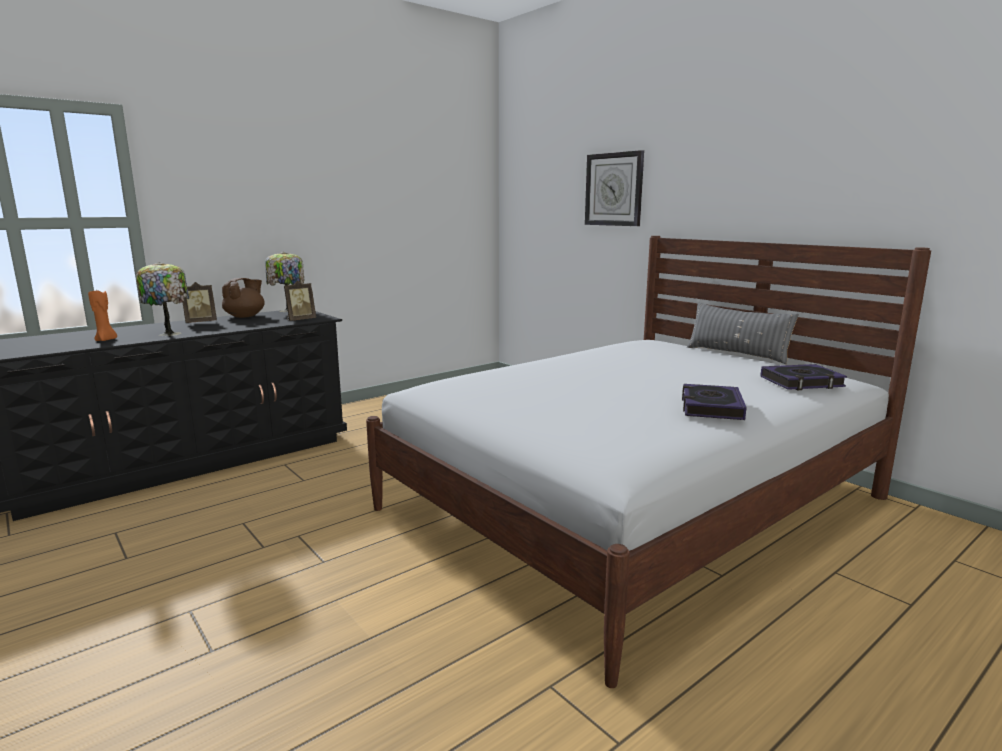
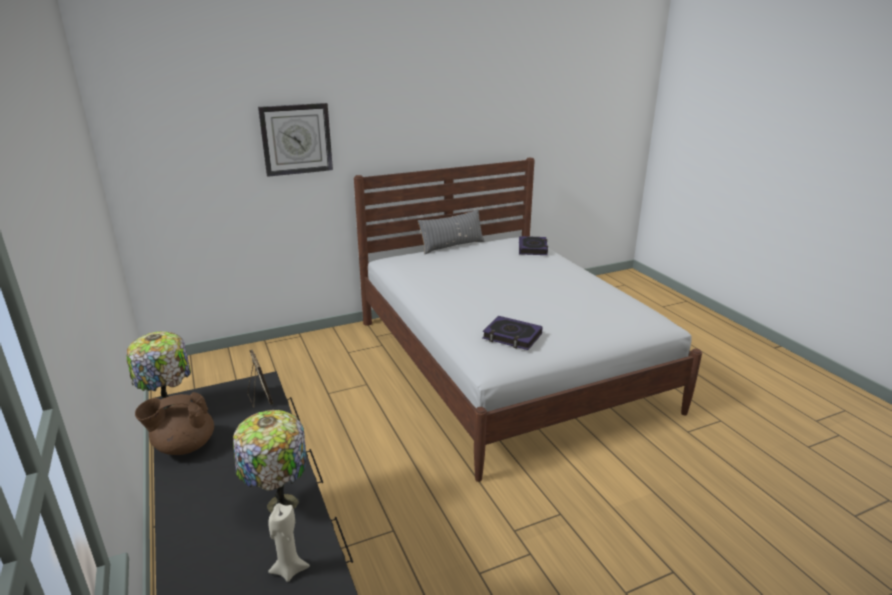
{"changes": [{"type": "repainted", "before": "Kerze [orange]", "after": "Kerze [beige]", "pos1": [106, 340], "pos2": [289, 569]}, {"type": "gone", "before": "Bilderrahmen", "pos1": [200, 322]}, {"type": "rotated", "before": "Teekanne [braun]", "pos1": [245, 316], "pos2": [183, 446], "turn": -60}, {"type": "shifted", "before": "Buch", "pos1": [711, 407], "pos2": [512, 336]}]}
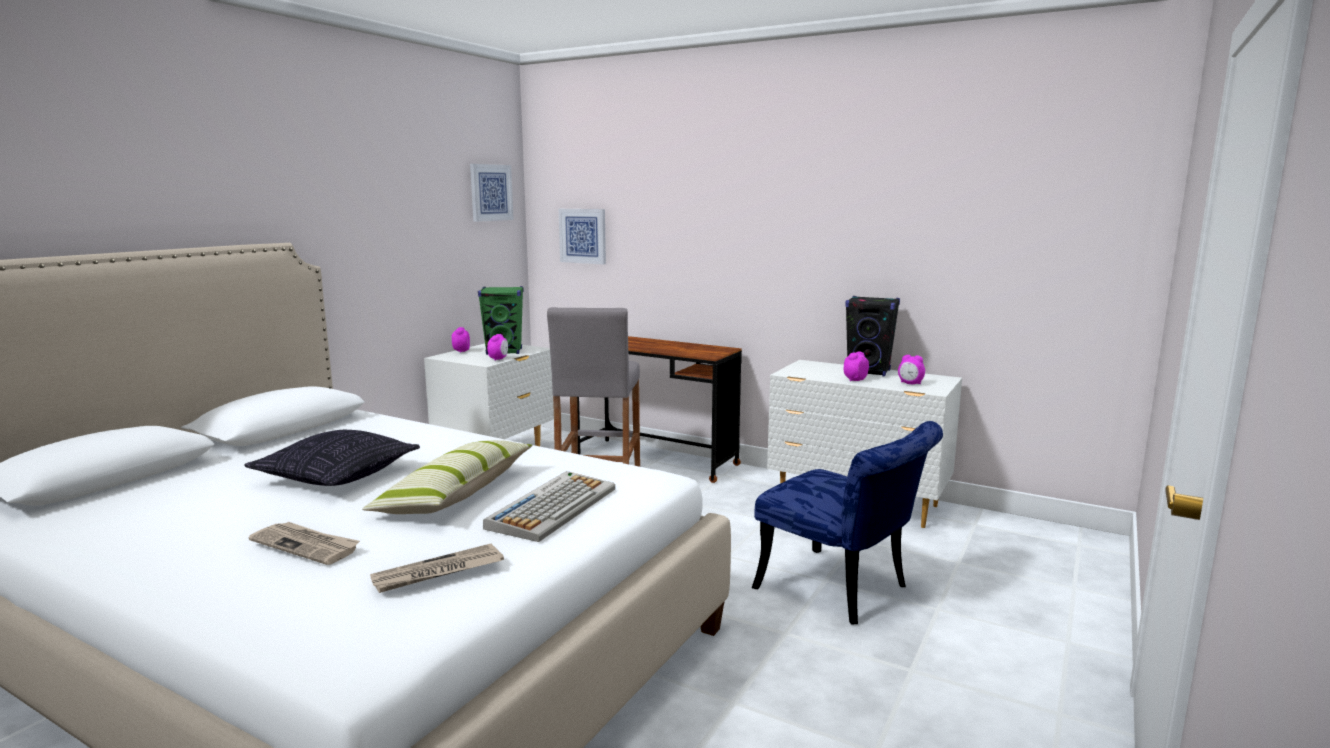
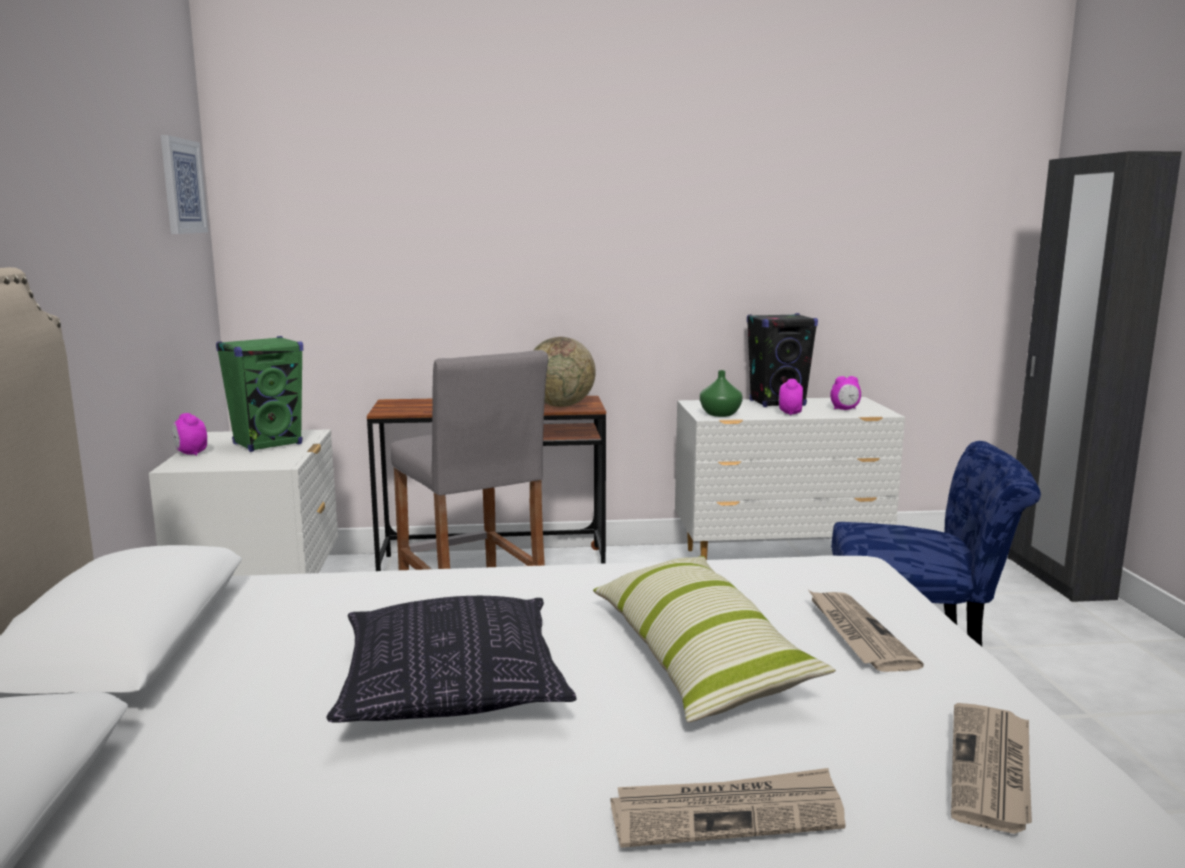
{"changes": [{"type": "swapped", "before": "Tastatur", "after": "Zeitung", "pos1": [553, 507], "pos2": [857, 634]}, {"type": "gone", "before": "Wecker", "pos1": [498, 359]}, {"type": "gone", "before": "Bild", "pos1": [583, 236]}, {"type": "new", "after": "Globus", "pos2": [561, 405]}, {"type": "new", "after": "Vase [grün]", "pos2": [720, 414]}, {"type": "new", "after": "Kleiderschrank [schwarz]", "pos2": [1057, 578]}]}
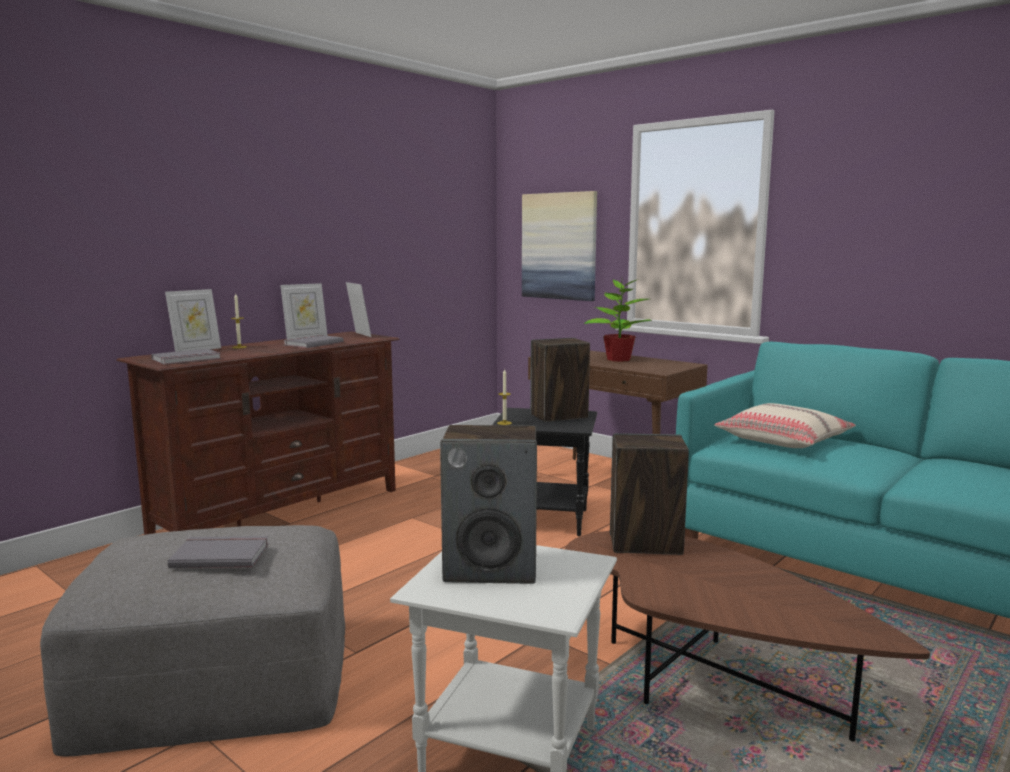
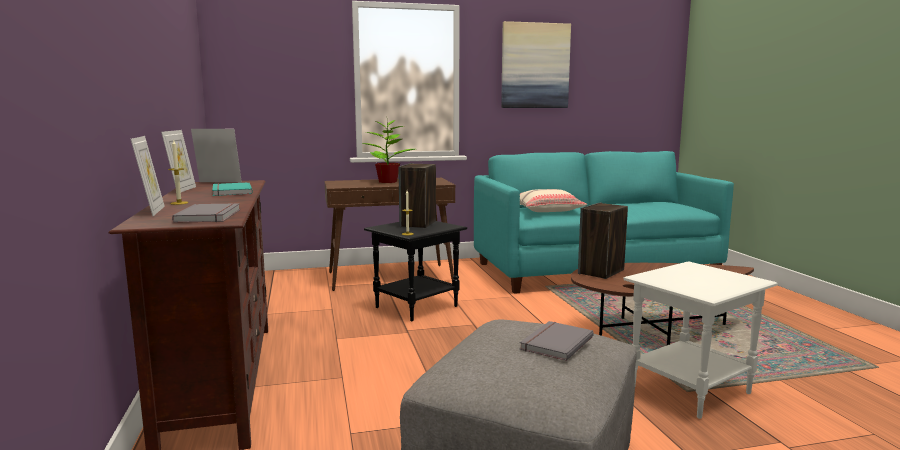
{"changes": [{"type": "repainted", "before": "Buch [grau]", "after": "Buch [türkis]", "pos1": [312, 344], "pos2": [230, 191]}, {"type": "gone", "before": "Lautsprecher", "pos1": [491, 568]}, {"type": "shifted", "before": "Bild", "pos1": [559, 246], "pos2": [535, 66]}]}
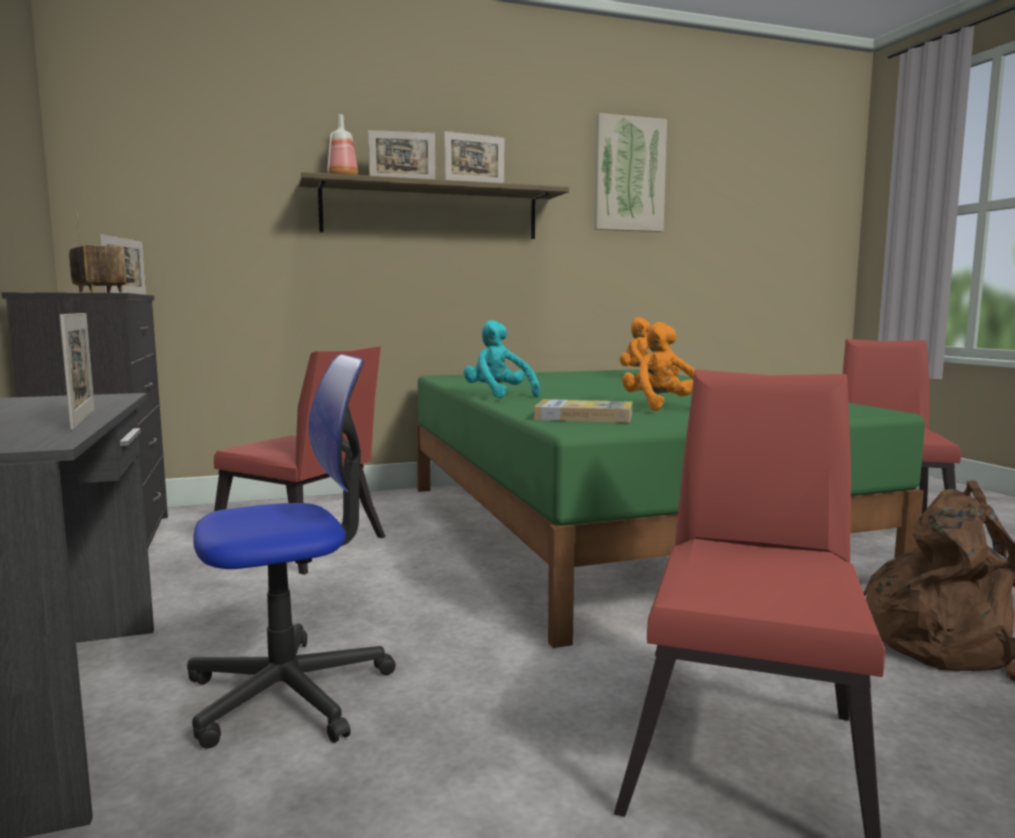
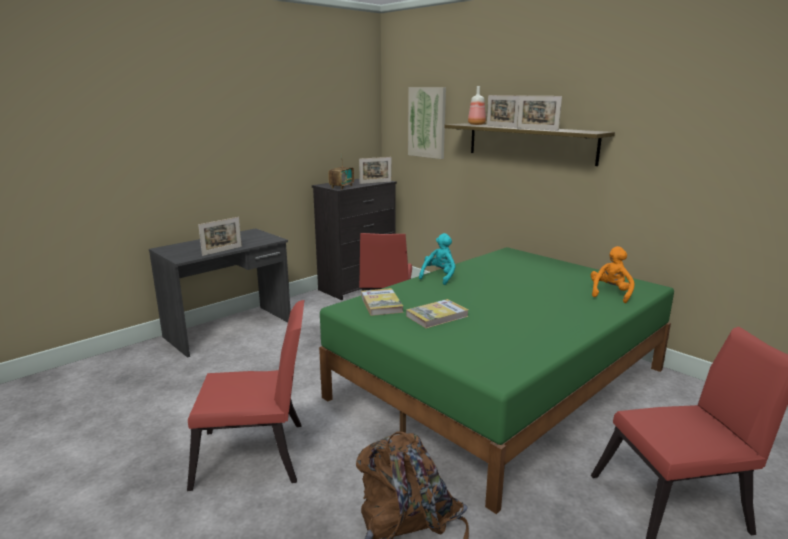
{"changes": [{"type": "gone", "before": "Bürostuhl", "pos1": [289, 692]}, {"type": "shifted", "before": "Bild", "pos1": [628, 175], "pos2": [427, 122]}, {"type": "swapped", "before": "Plüschtier [orange]", "after": "Buch", "pos1": [661, 407], "pos2": [437, 316]}]}
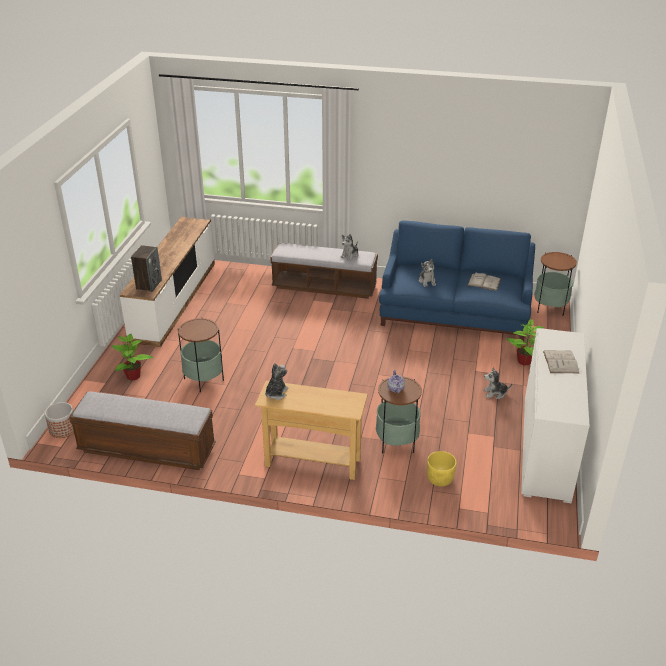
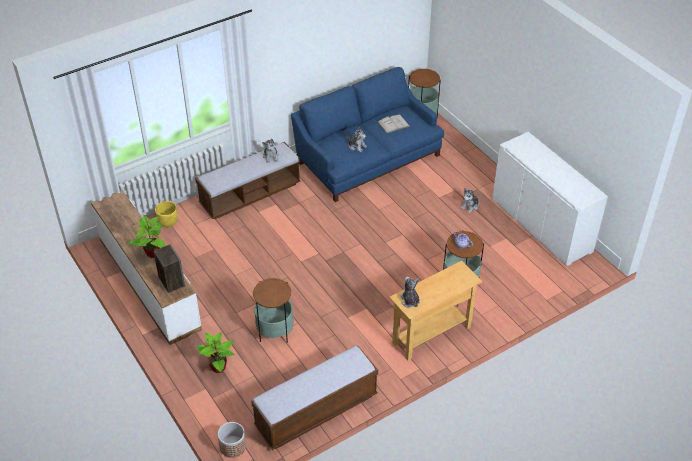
{"changes": [{"type": "shifted", "before": "Pflanzkübel [gelb]", "pos1": [440, 479], "pos2": [168, 222]}, {"type": "shifted", "before": "Topfpflanze", "pos1": [524, 361], "pos2": [153, 253]}, {"type": "gone", "before": "Buch [weiß]", "pos1": [560, 362]}]}
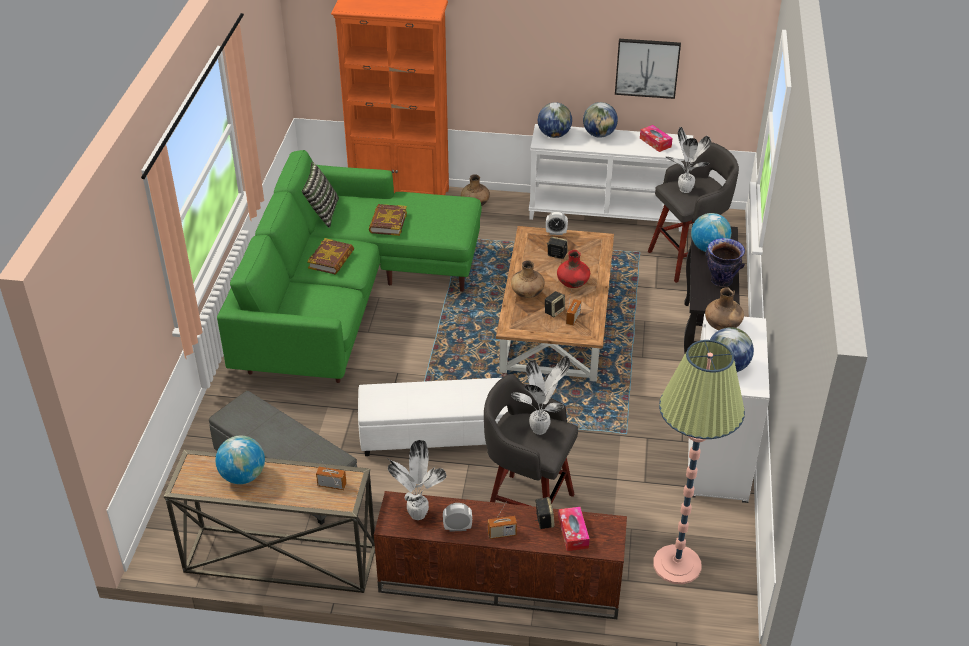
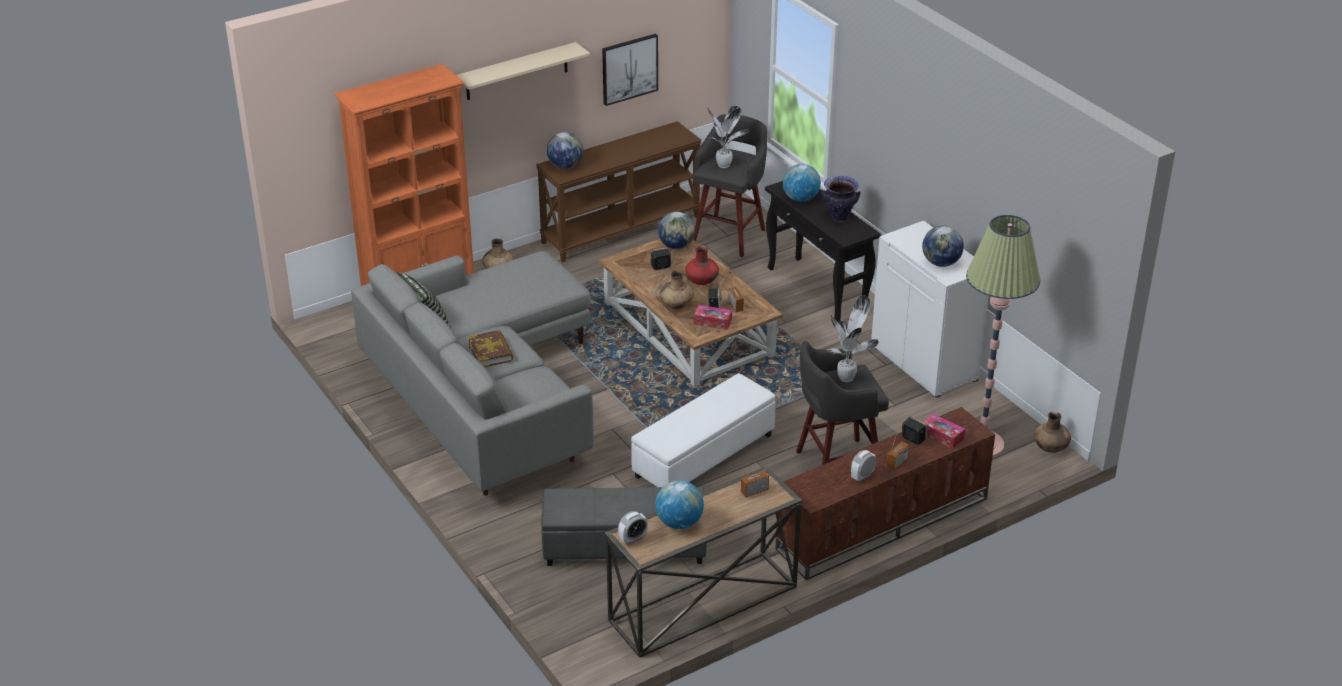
{"changes": [{"type": "repainted", "before": "Sofa [grün]", "after": "Sofa [grau]", "pos1": [345, 298], "pos2": [486, 397]}, {"type": "gone", "before": "Buch", "pos1": [388, 223]}, {"type": "gone", "before": "Topfpflanze", "pos1": [416, 515]}, {"type": "repainted", "before": "Konsolentisch [weiß]", "after": "Konsolentisch [braun]", "pos1": [607, 213], "pos2": [621, 229]}, {"type": "shifted", "before": "Wecker", "pos1": [556, 232], "pos2": [633, 539]}, {"type": "shifted", "before": "Globus", "pos1": [599, 134], "pos2": [676, 246]}, {"type": "shifted", "before": "Taschentuchbox", "pos1": [655, 142], "pos2": [712, 322]}, {"type": "shifted", "before": "Vase [braun]", "pos1": [722, 326], "pos2": [1051, 448]}, {"type": "new", "after": "Wandregal [beige]", "pos2": [517, 71]}]}
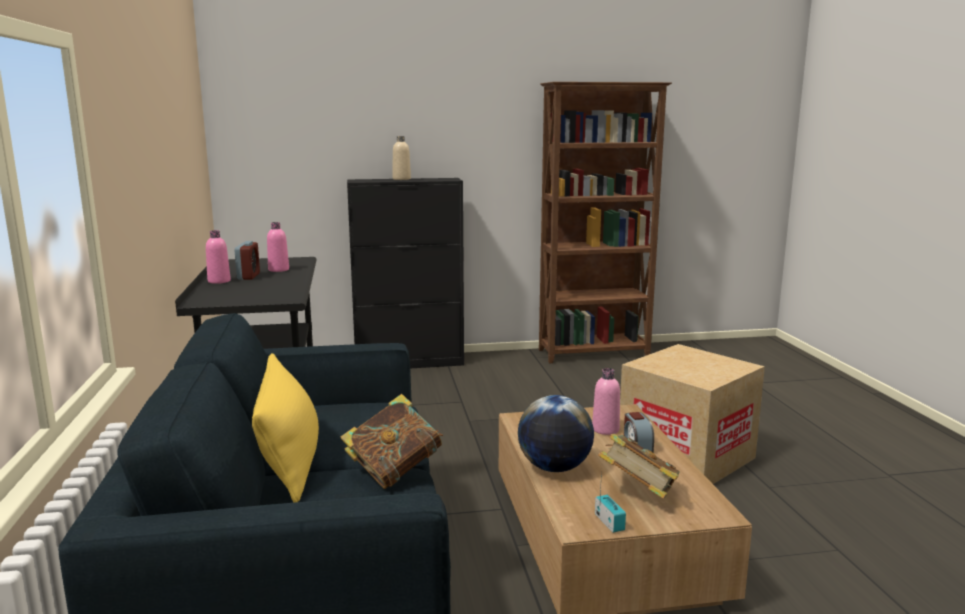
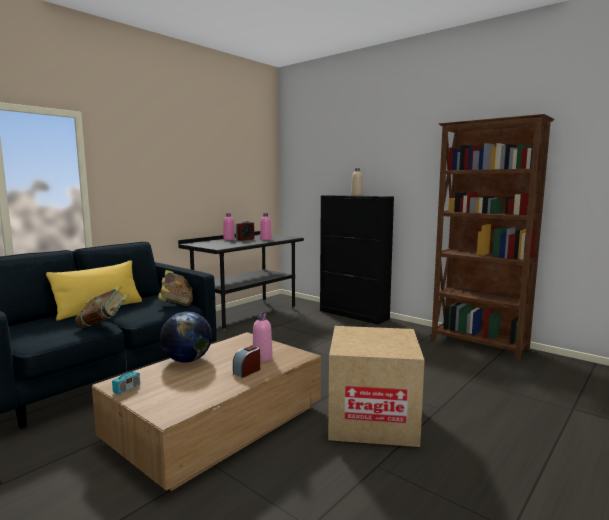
{"changes": [{"type": "shifted", "before": "Buch", "pos1": [638, 493], "pos2": [177, 303]}]}
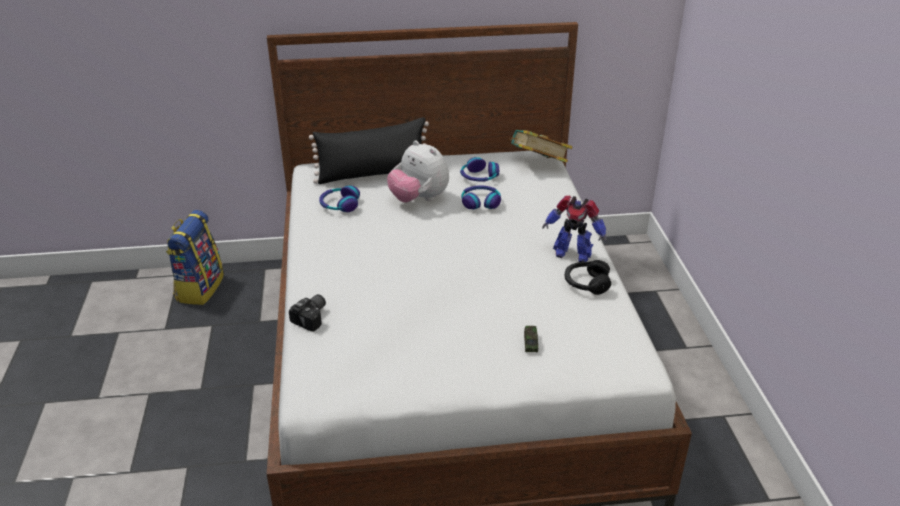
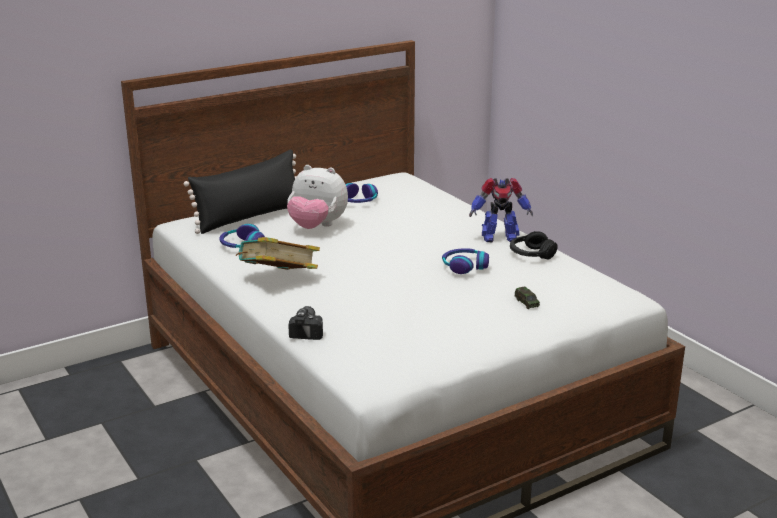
{"changes": [{"type": "gone", "before": "Rucksack", "pos1": [199, 288]}, {"type": "shifted", "before": "Kopfhörer", "pos1": [480, 202], "pos2": [464, 266]}, {"type": "shifted", "before": "Buch", "pos1": [538, 165], "pos2": [278, 280]}]}
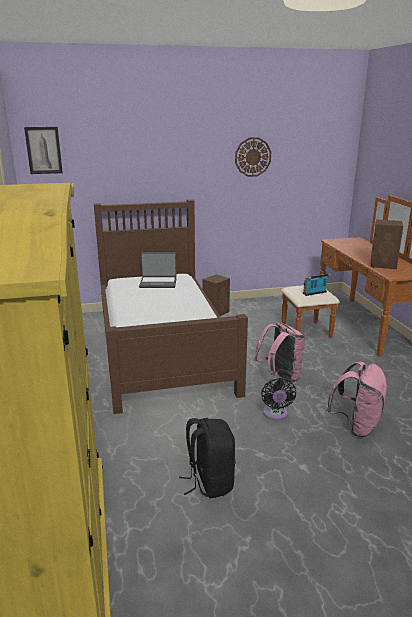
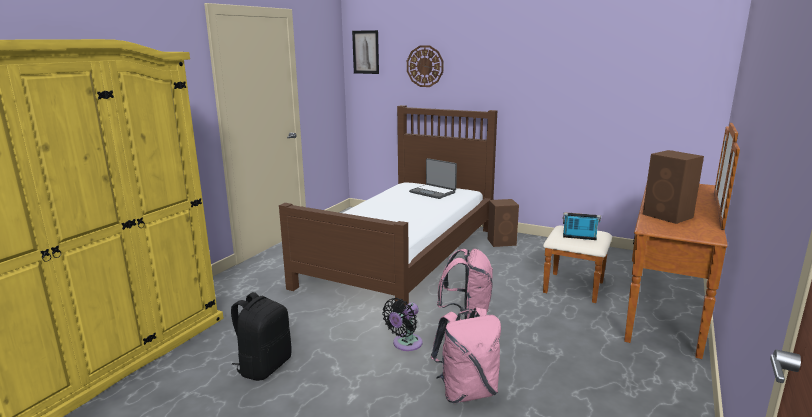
{"changes": [{"type": "shifted", "before": "Wanduhr", "pos1": [253, 157], "pos2": [425, 66]}]}
